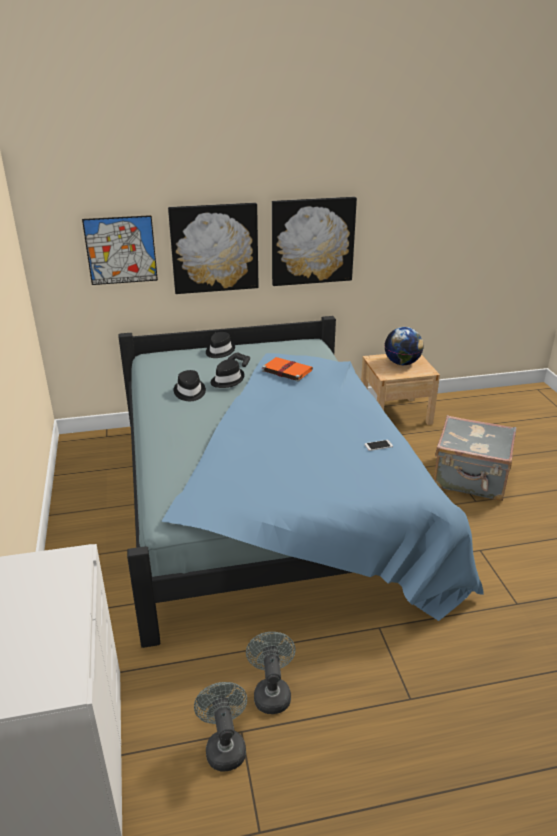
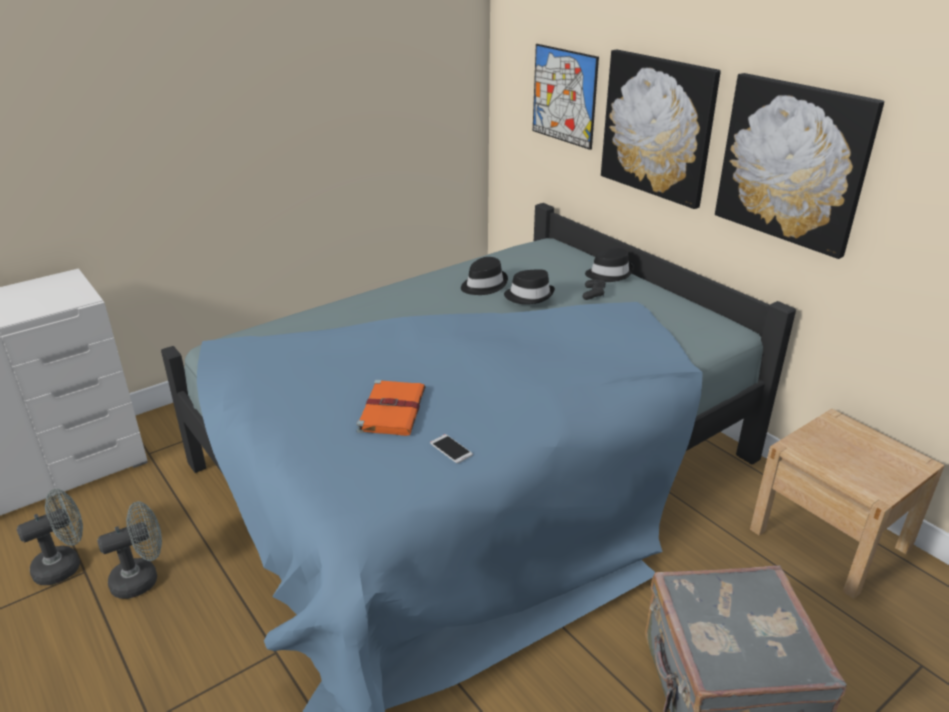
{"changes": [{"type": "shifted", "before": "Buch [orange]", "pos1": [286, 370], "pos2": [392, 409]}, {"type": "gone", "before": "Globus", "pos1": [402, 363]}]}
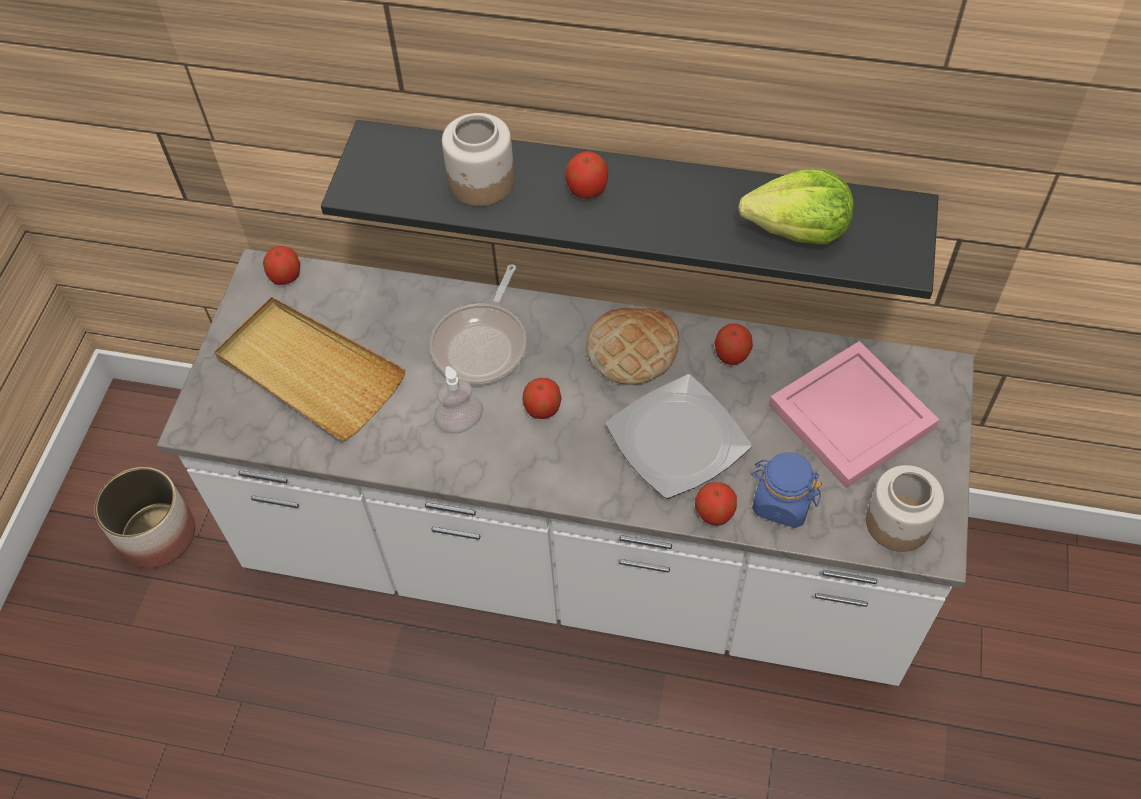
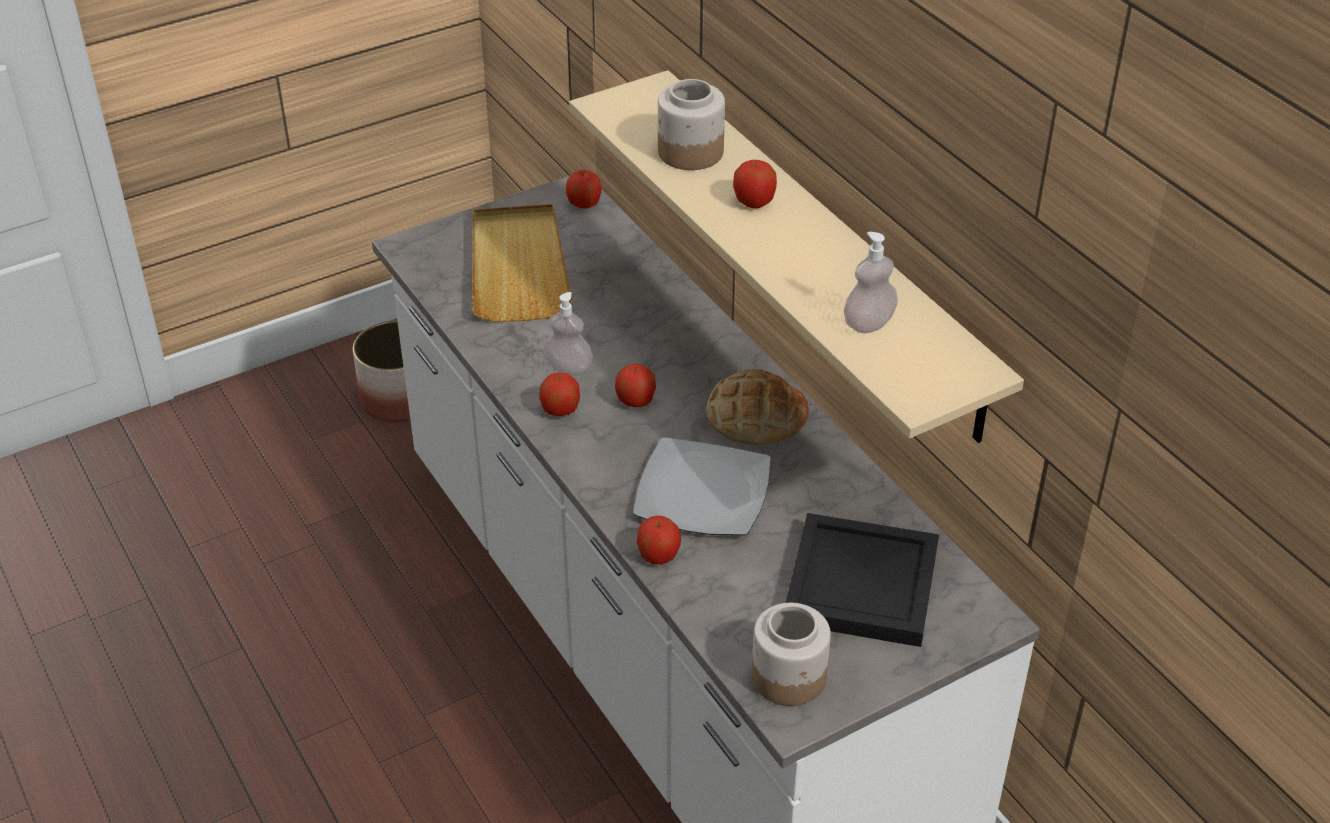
{"changes": [{"type": "repainted", "before": "Wandregal [schwarz]", "after": "Wandregal [beige]", "pos1": [637, 191], "pos2": [823, 250]}, {"type": "gone", "before": "Pfanne", "pos1": [482, 344]}, {"type": "shifted", "before": "Apfel", "pos1": [731, 355], "pos2": [560, 410]}, {"type": "swapped", "before": "Salatkopf", "after": "Seifenspender", "pos1": [798, 230], "pos2": [869, 323]}, {"type": "gone", "before": "Vorratsglas [blau]", "pos1": [782, 502]}, {"type": "repainted", "before": "Tablett [rosa]", "after": "Tablett [schwarz]", "pos1": [851, 414], "pos2": [864, 583]}]}
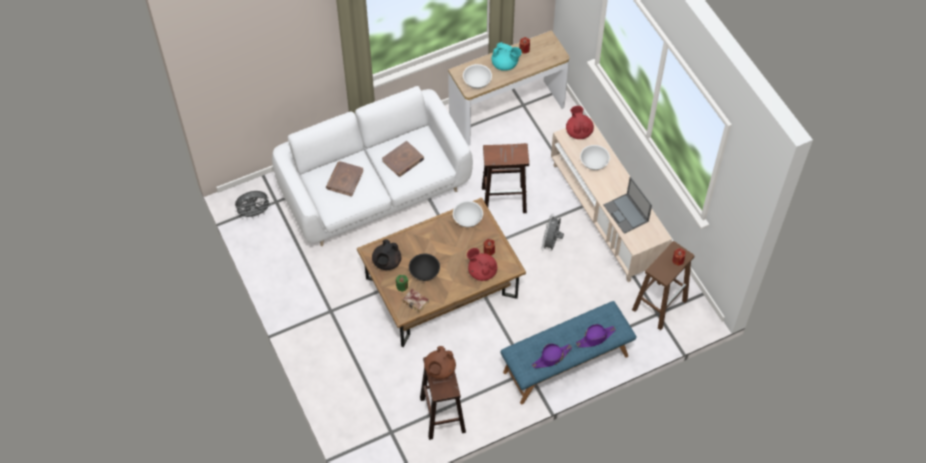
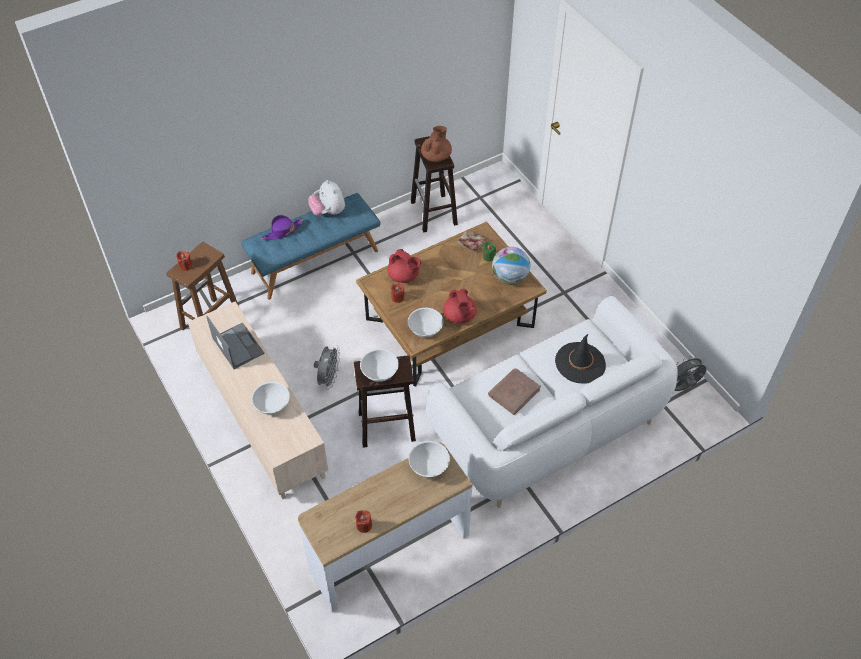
{"changes": [{"type": "swapped", "before": "Buch [braun]", "after": "Hut [schwarz]", "pos1": [344, 179], "pos2": [580, 363]}, {"type": "swapped", "before": "Teekanne [schwarz]", "after": "Globus", "pos1": [386, 262], "pos2": [510, 278]}, {"type": "gone", "before": "Schüssel [schwarz]", "pos1": [424, 272]}, {"type": "gone", "before": "Teekanne [türkis]", "pos1": [505, 64]}, {"type": "swapped", "before": "Hut [lila]", "after": "Plüschtier", "pos1": [551, 358], "pos2": [328, 212]}, {"type": "shifted", "before": "Teekanne [rot]", "pos1": [578, 132], "pos2": [459, 316]}, {"type": "new", "after": "Schüssel [weiß]", "pos2": [379, 372]}]}
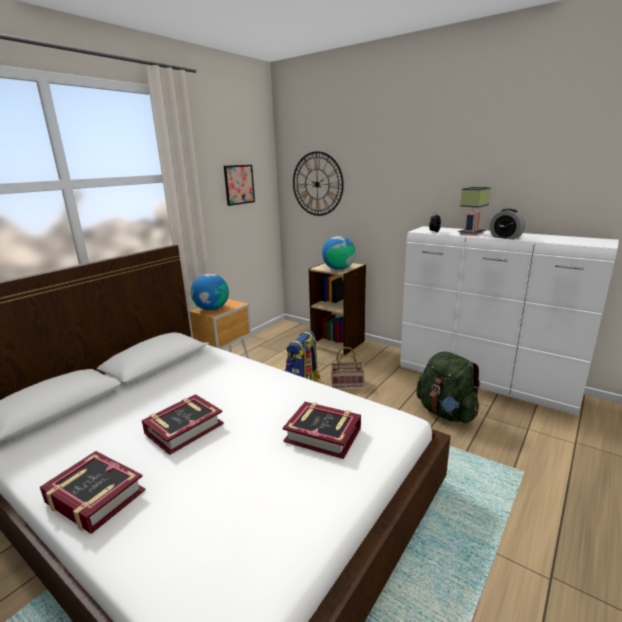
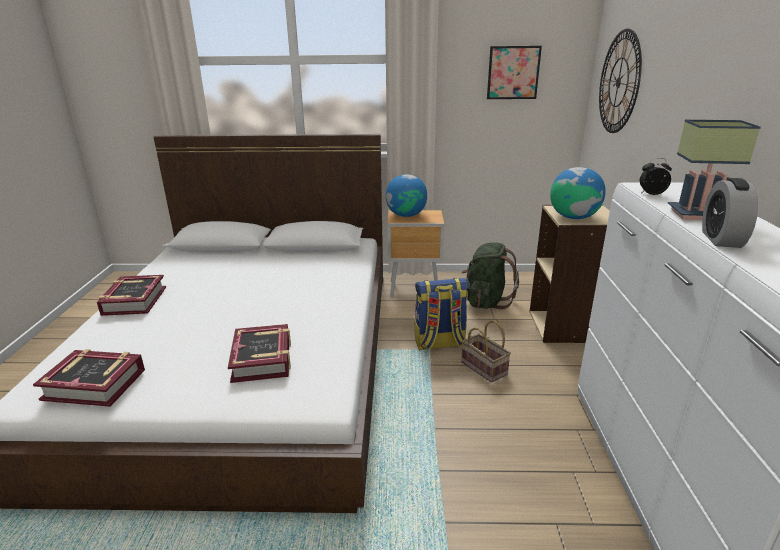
{"changes": [{"type": "shifted", "before": "Buch", "pos1": [184, 428], "pos2": [95, 384]}, {"type": "shifted", "before": "Rucksack [grün]", "pos1": [446, 412], "pos2": [486, 301]}]}
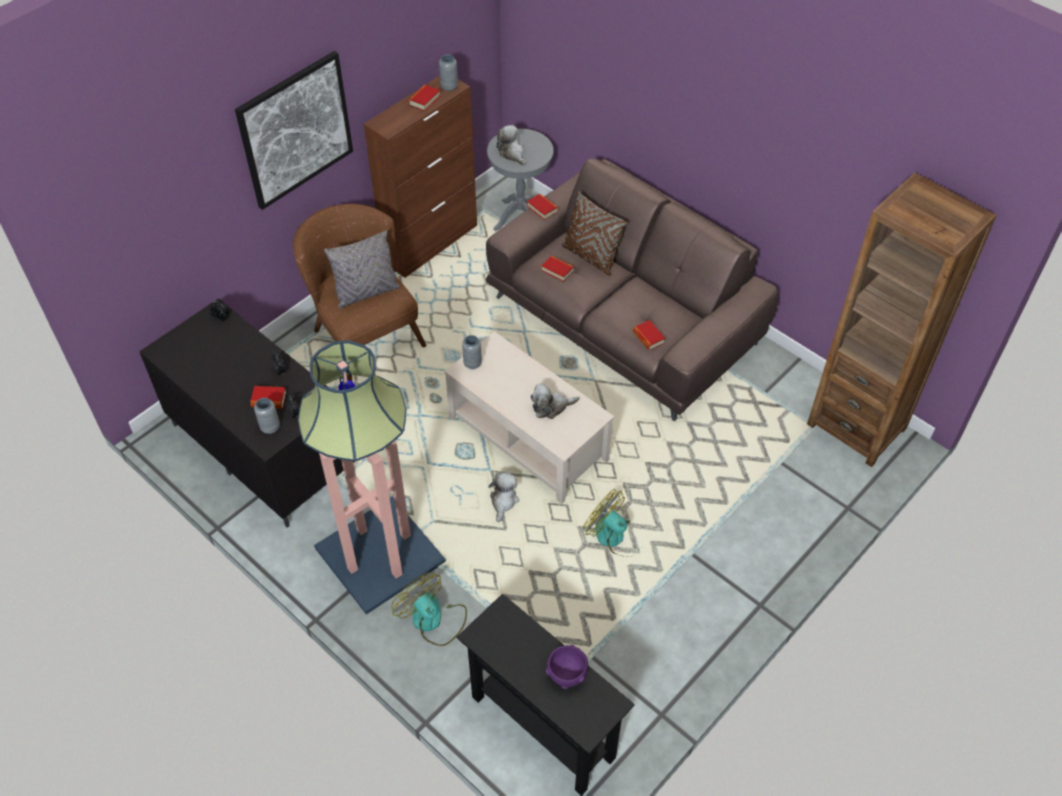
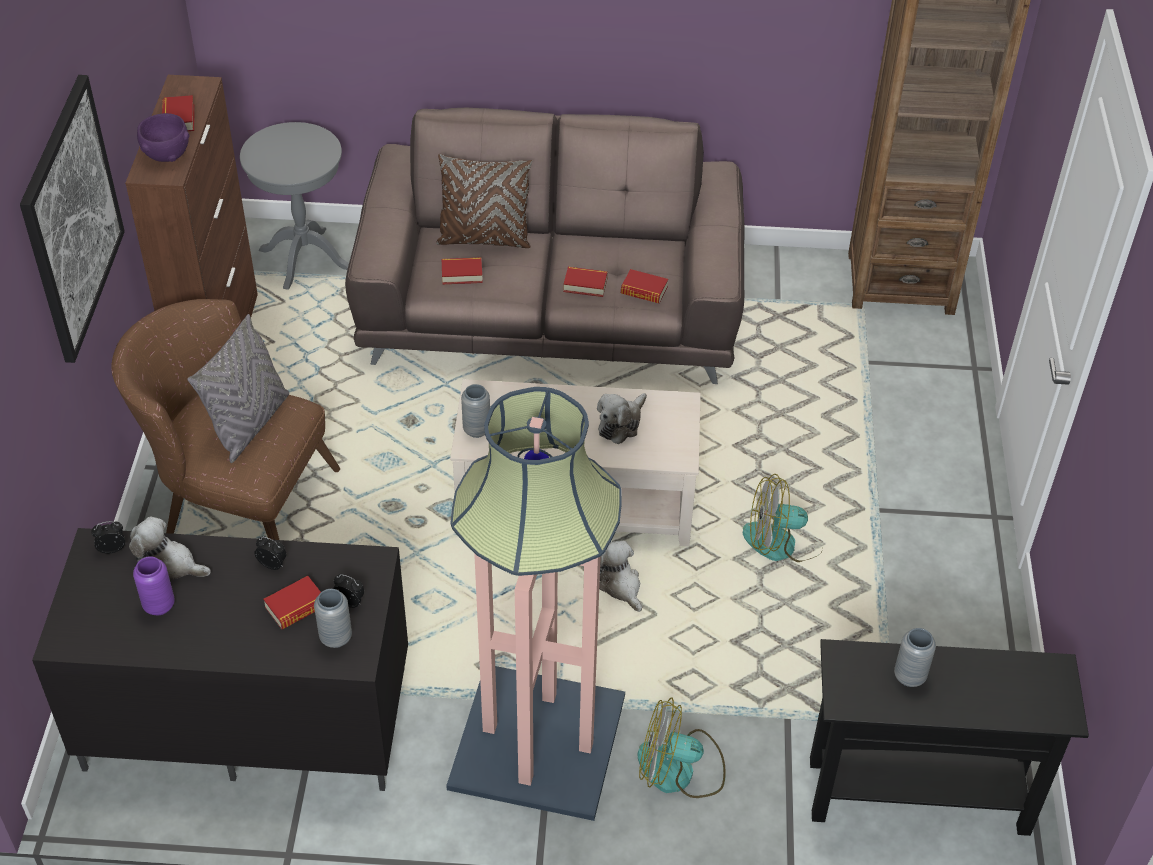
{"changes": [{"type": "shifted", "before": "Vase [grau]", "pos1": [449, 87], "pos2": [909, 676]}, {"type": "shifted", "before": "Plüschtier", "pos1": [512, 153], "pos2": [169, 564]}, {"type": "shifted", "before": "Buch", "pos1": [542, 209], "pos2": [585, 285]}, {"type": "shifted", "before": "Schüssel [lila]", "pos1": [567, 675], "pos2": [167, 155]}, {"type": "new", "after": "Vase [lila]", "pos2": [159, 605]}]}
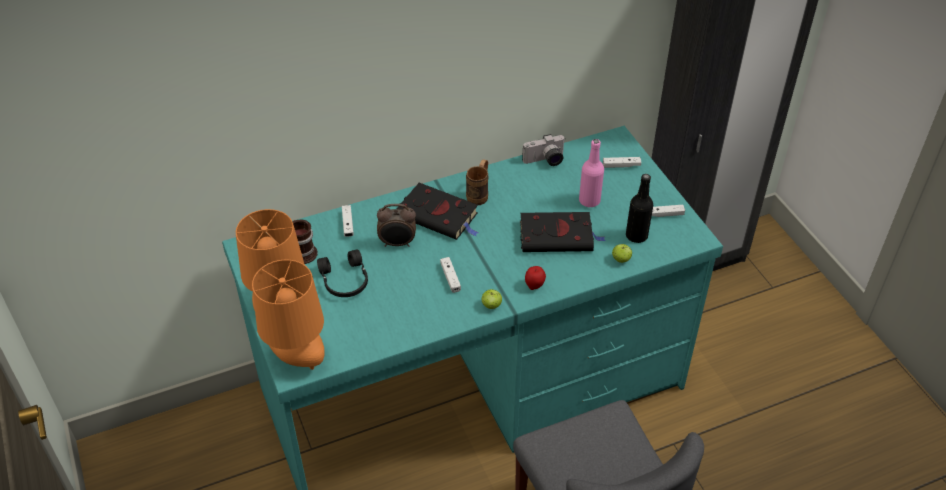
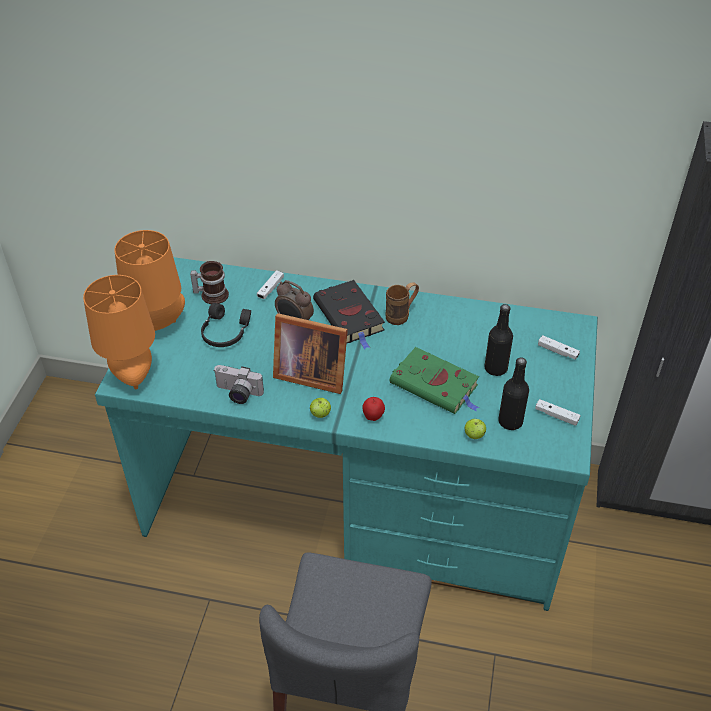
{"changes": [{"type": "swapped", "before": "Gamepad [weiß]", "after": "Bilderrahmen", "pos1": [450, 278], "pos2": [309, 373]}, {"type": "repainted", "before": "Buch [schwarz]", "after": "Buch [grün]", "pos1": [558, 236], "pos2": [436, 385]}, {"type": "shifted", "before": "Kamera", "pos1": [545, 161], "pos2": [237, 394]}, {"type": "repainted", "before": "Flasche [rosa]", "after": "Flasche [schwarz]", "pos1": [589, 201], "pos2": [495, 368]}]}
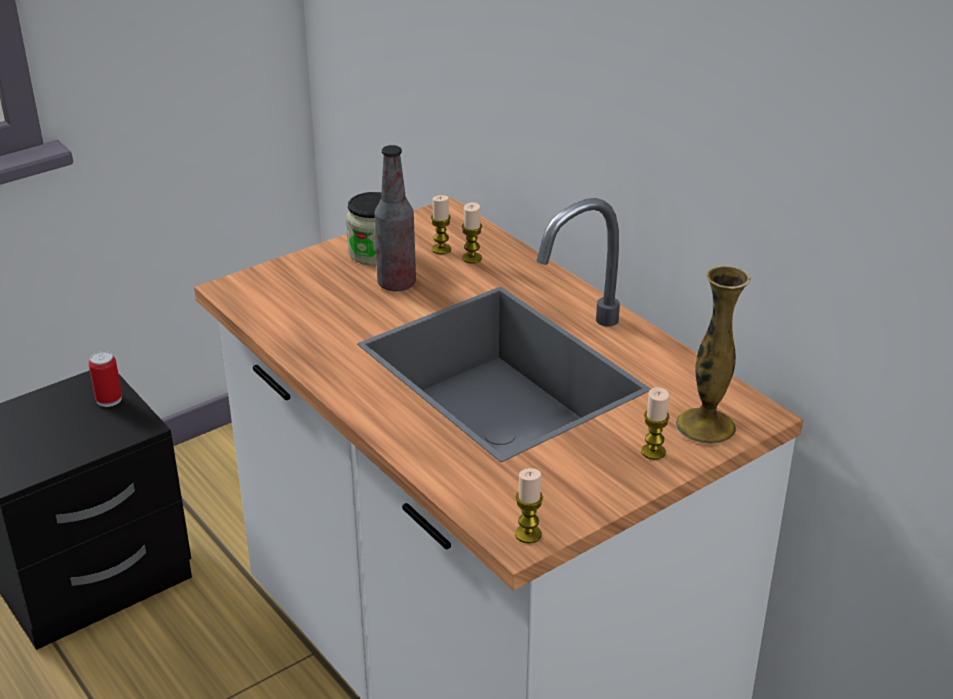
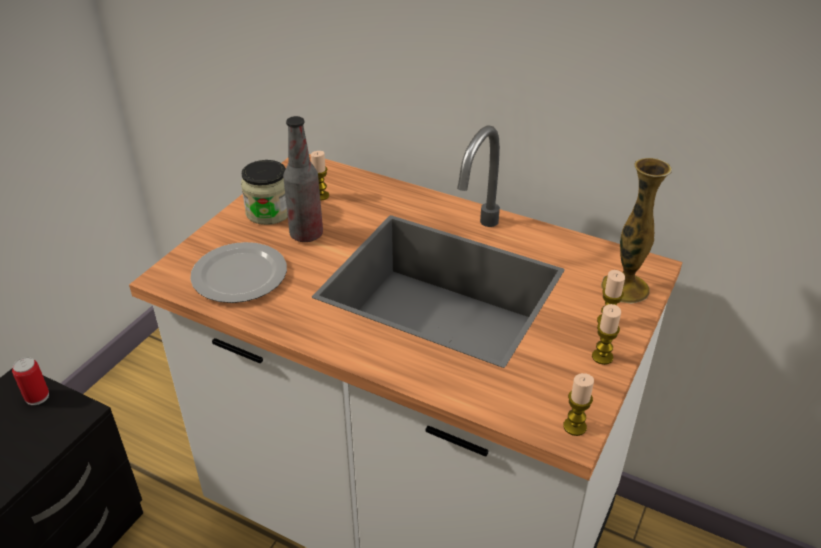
{"changes": [{"type": "shifted", "before": "Kerze", "pos1": [472, 258], "pos2": [602, 357]}, {"type": "new", "after": "Teller", "pos2": [241, 275]}]}
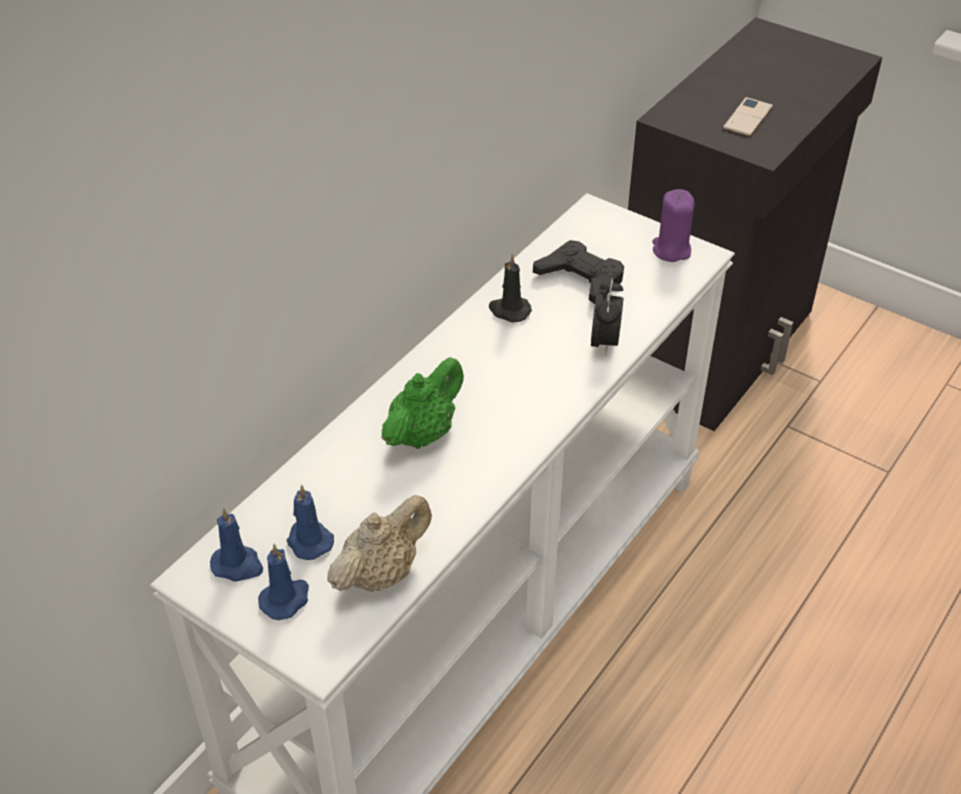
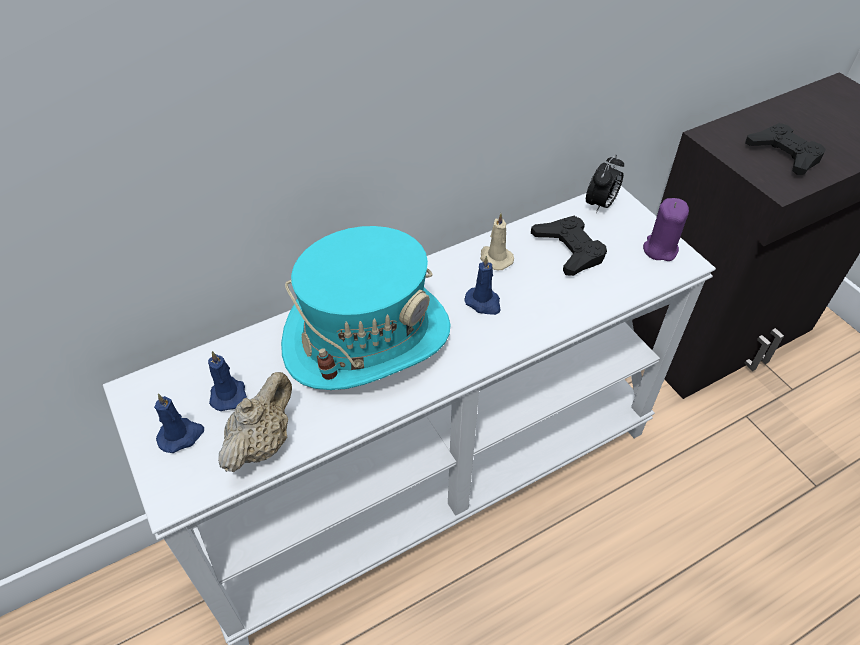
{"changes": [{"type": "shifted", "before": "Kerze [blau]", "pos1": [238, 565], "pos2": [484, 303]}, {"type": "rotated", "before": "Teekanne [beige]", "pos1": [381, 573], "pos2": [262, 443], "turn": -45}, {"type": "swapped", "before": "Teekanne [grün]", "after": "Hut [türkis]", "pos1": [423, 433], "pos2": [367, 337]}, {"type": "repainted", "before": "Kerze [schwarz]", "after": "Kerze [beige]", "pos1": [509, 310], "pos2": [495, 258]}, {"type": "shifted", "before": "Wecker", "pos1": [605, 343], "pos2": [600, 205]}, {"type": "swapped", "before": "Handy", "after": "Gamepad [schwarz]", "pos1": [747, 117], "pos2": [784, 154]}]}
